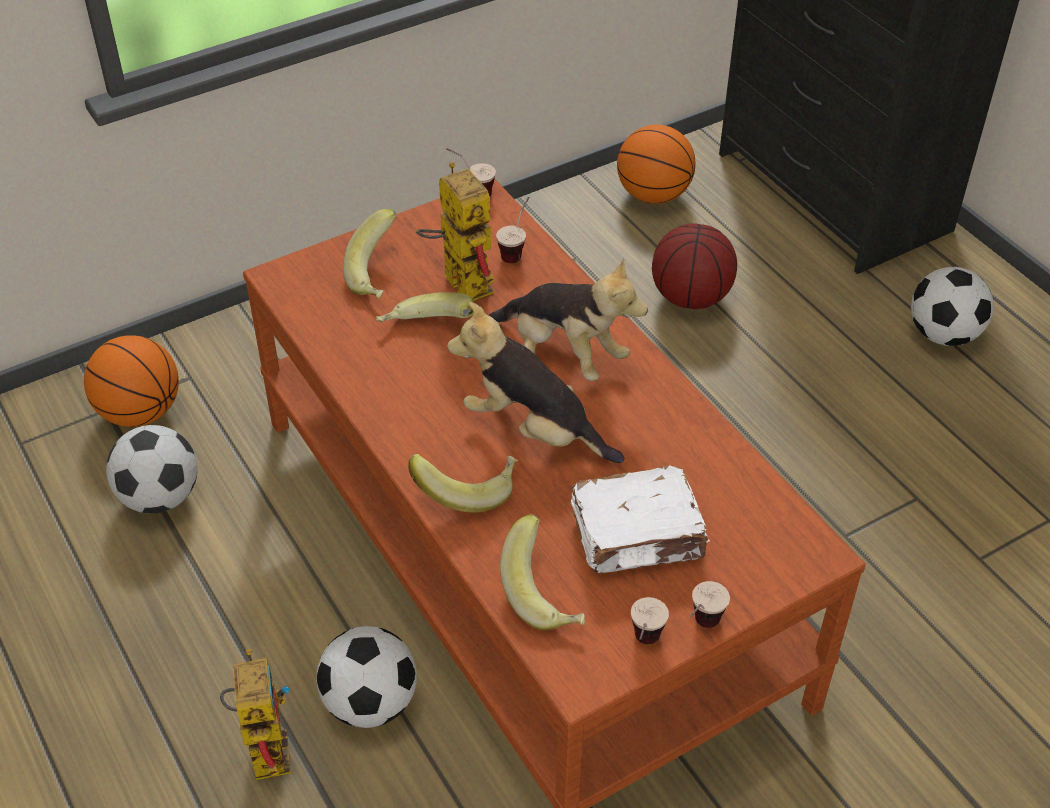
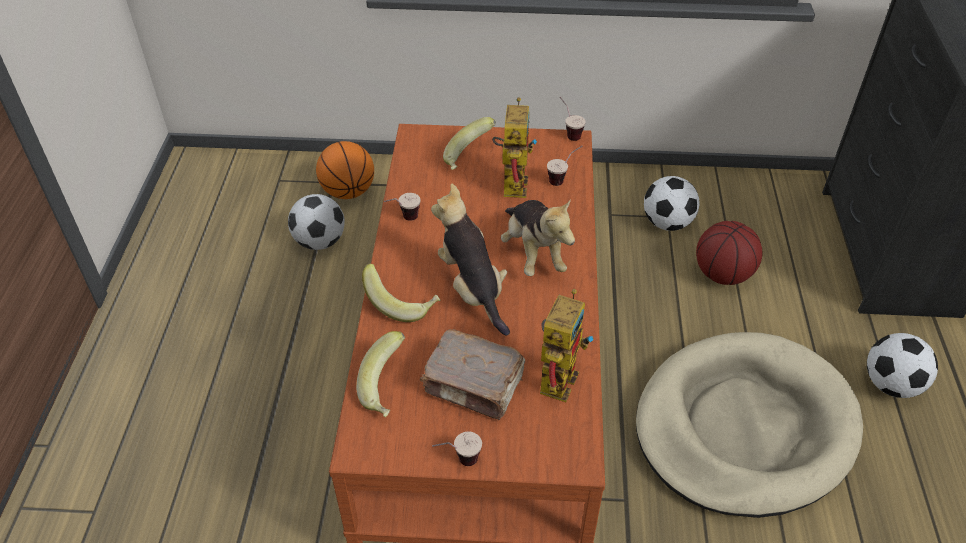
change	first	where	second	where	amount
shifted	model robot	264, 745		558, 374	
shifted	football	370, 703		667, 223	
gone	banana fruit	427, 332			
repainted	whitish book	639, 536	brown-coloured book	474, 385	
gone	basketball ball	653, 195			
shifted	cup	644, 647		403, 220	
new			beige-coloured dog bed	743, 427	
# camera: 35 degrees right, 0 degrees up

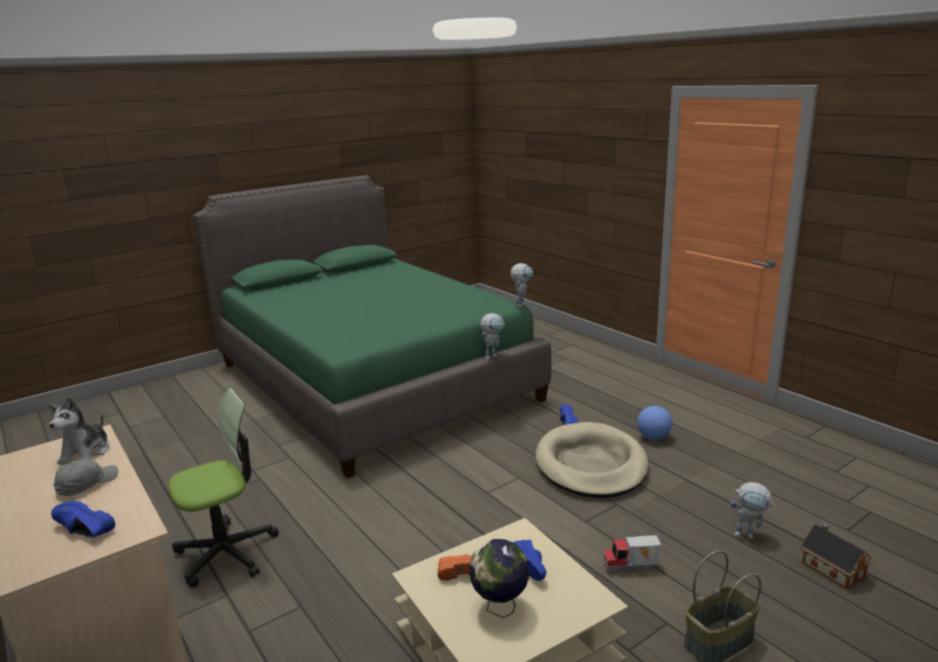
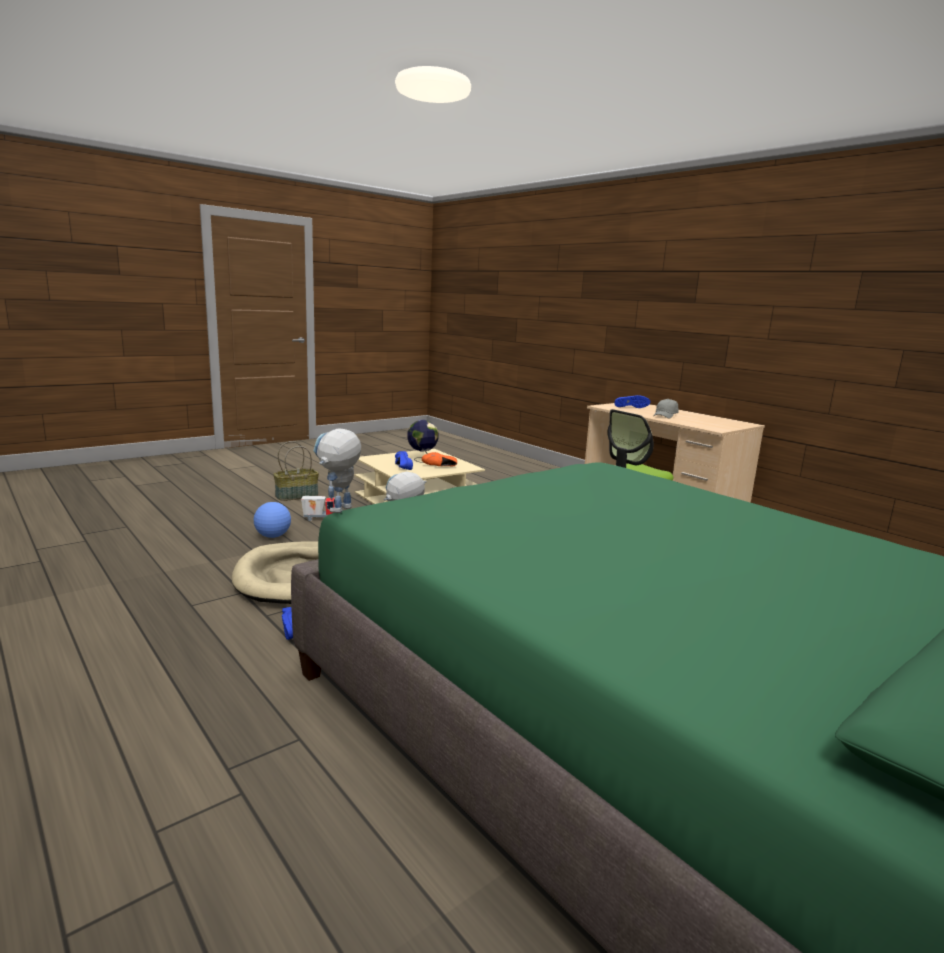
change	first	where	second	where	amount
gone	cuddly toy	86, 453			
shifted	football	653, 437		273, 536	
gone	model robot	749, 535			
gone	toy house	831, 568			
# camera: 175 degrees right, 5 degrees down

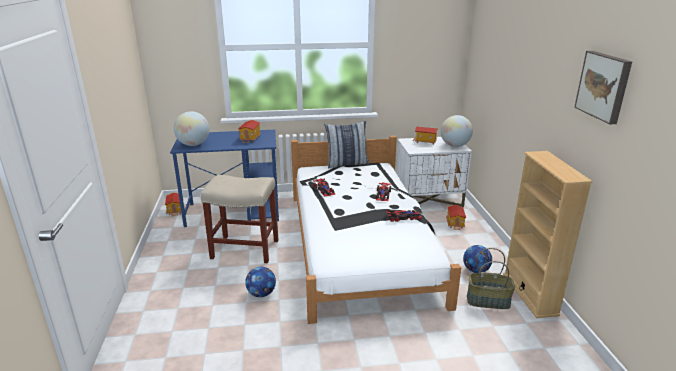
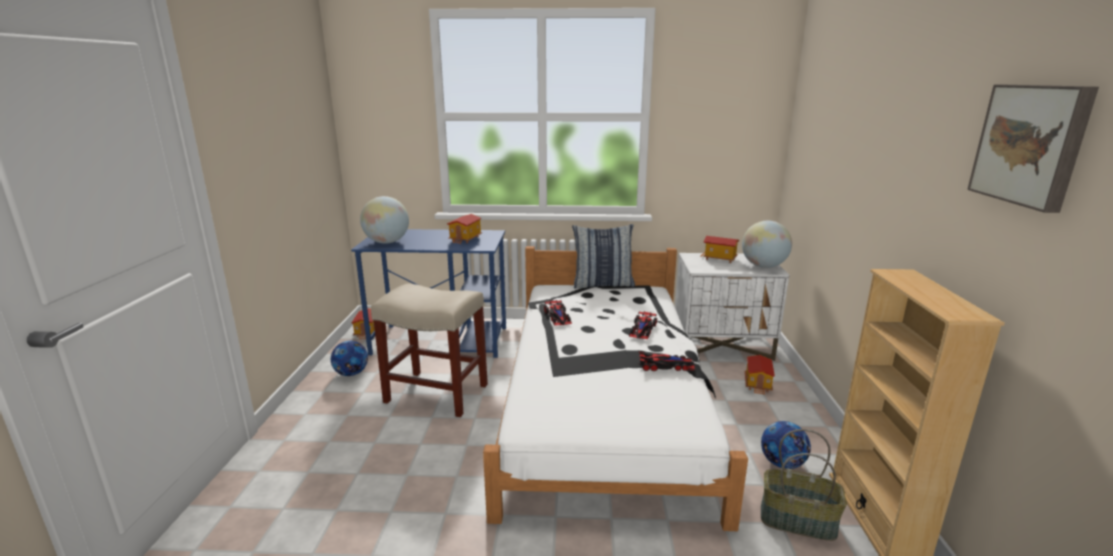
change	first	where	second	where	amount
shifted	football	261, 294		351, 373	
# camera: 10 degrees right, 5 degrees down

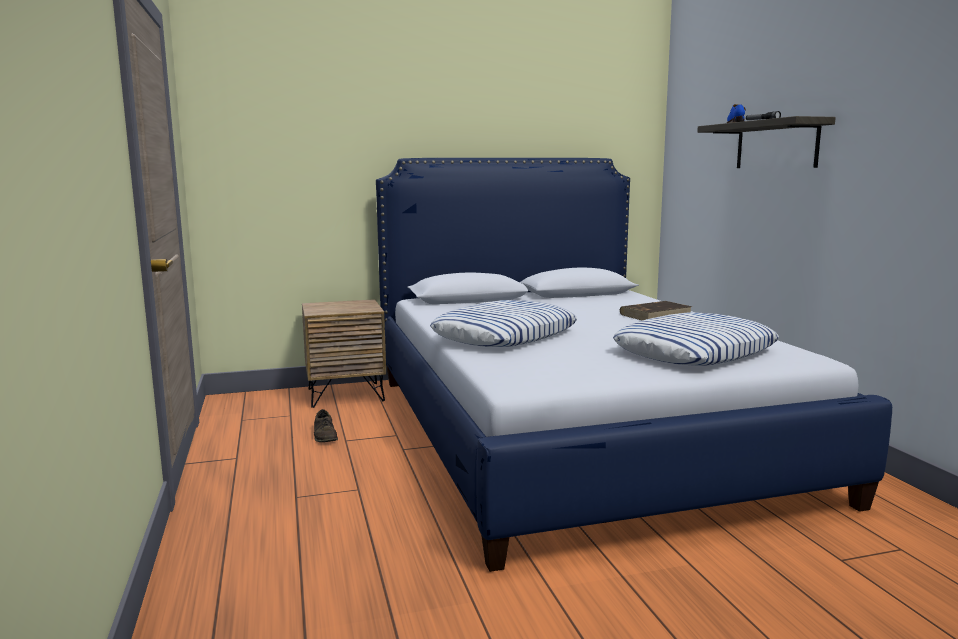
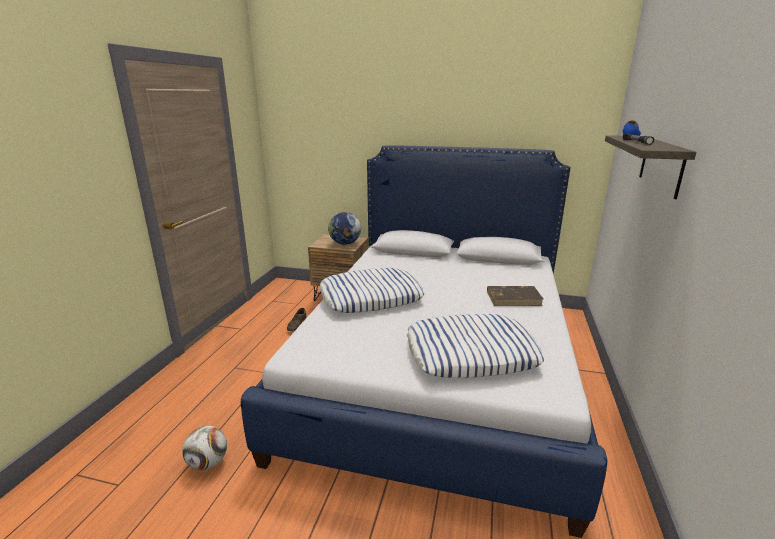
change	first	where	second	where	amount
new			football	208, 463	
new			globe	345, 243	
# camera: 30 degrees right, 10 degrees up

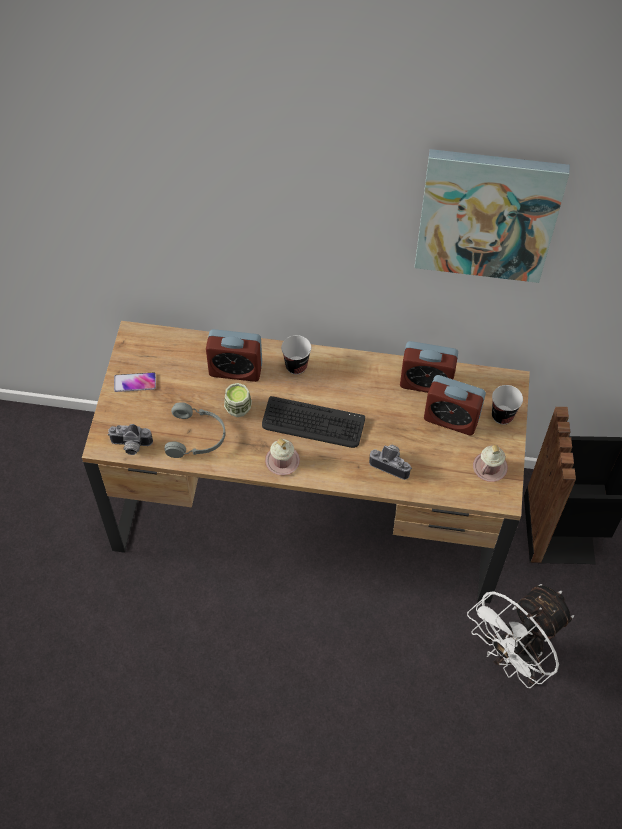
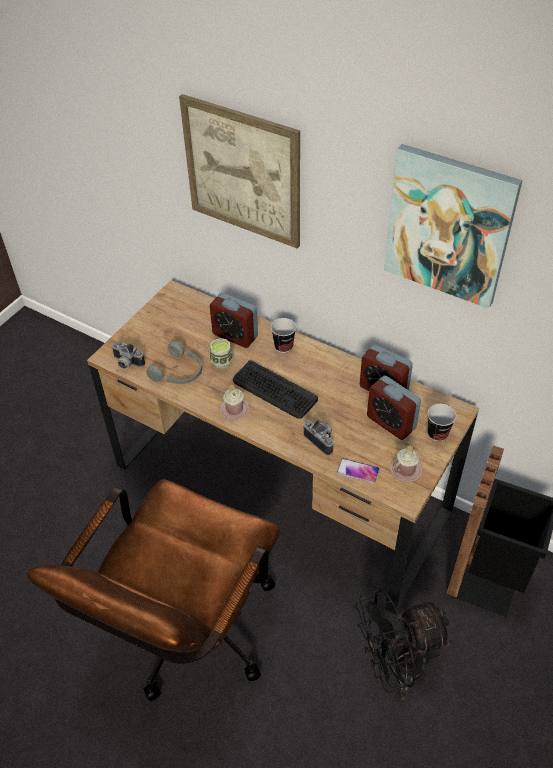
change	first	where	second	where	amount
shifted	phone	135, 382		358, 471	
repainted	whitish fan	513, 657	black-coloured fan	395, 667	
new			brown-coloured desk chair	185, 635	
new			wall picture	242, 172	
# camera: 25 degrees right, 10 degrees down

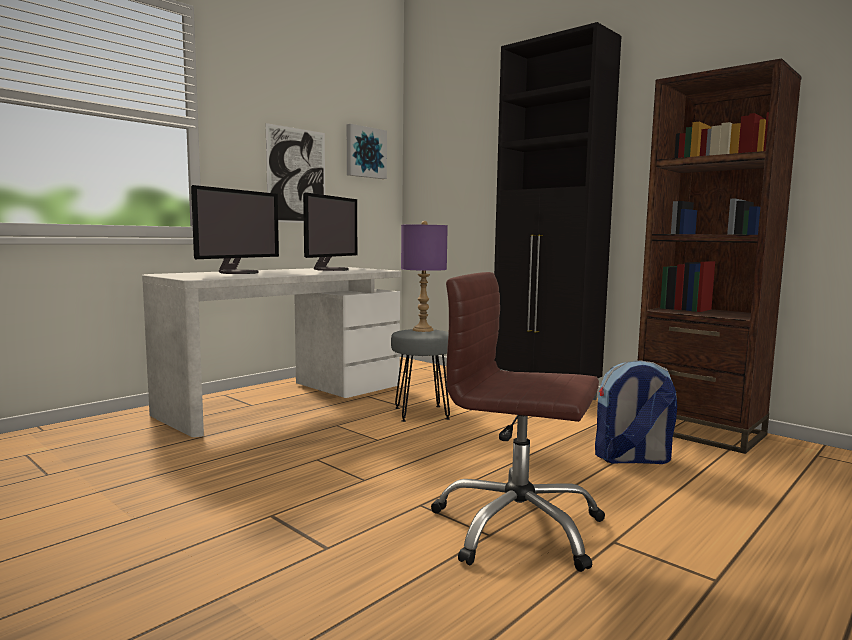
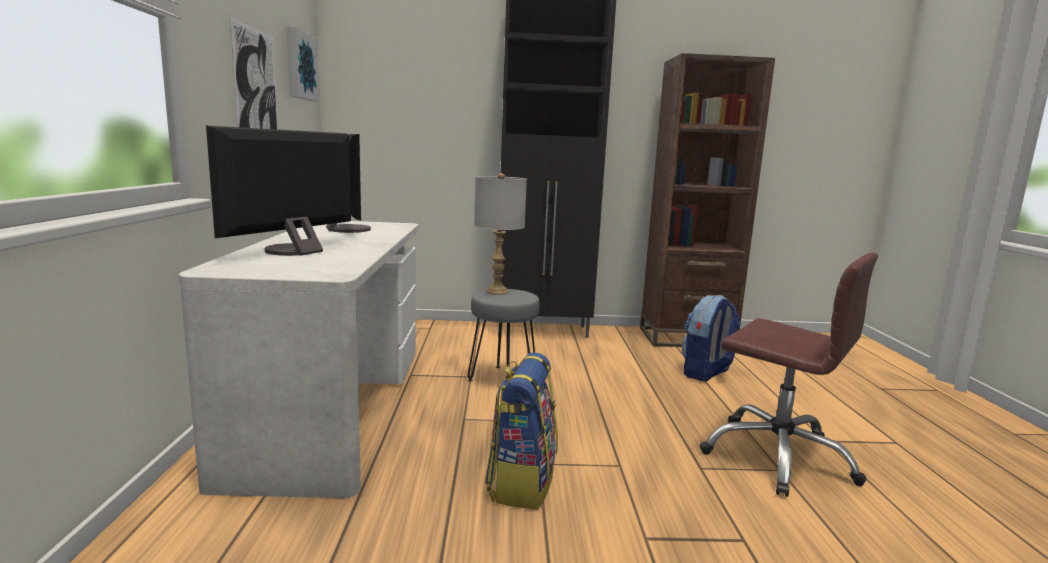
change	first	where	second	where	amount
rotated	computer display	239, 272		293, 251	135 degrees counterclockwise
repainted	purplish tabletop lamp	423, 330	gray tabletop lamp	497, 291	
rotated	brown-coloured desk chair	517, 528		778, 456	120 degrees counterclockwise
new			rucksack	521, 482	
# camera: 45 degrees left, 5 degrees up

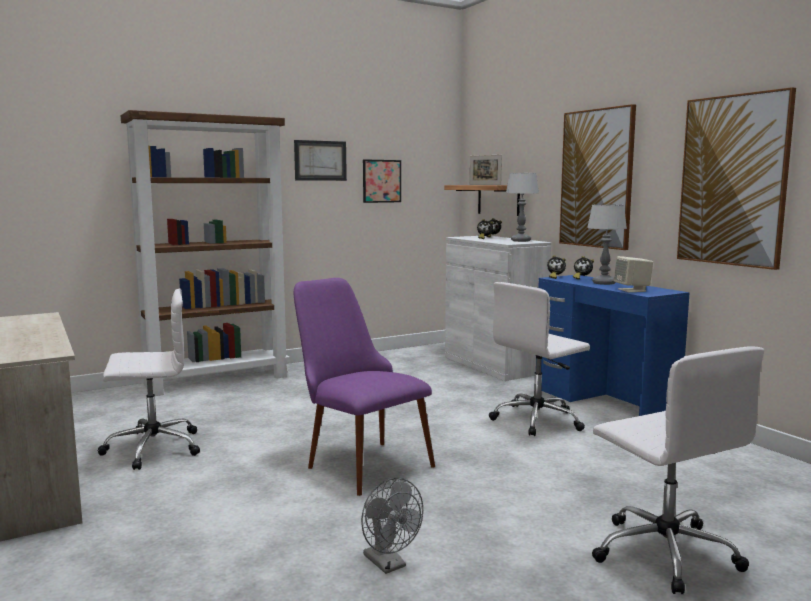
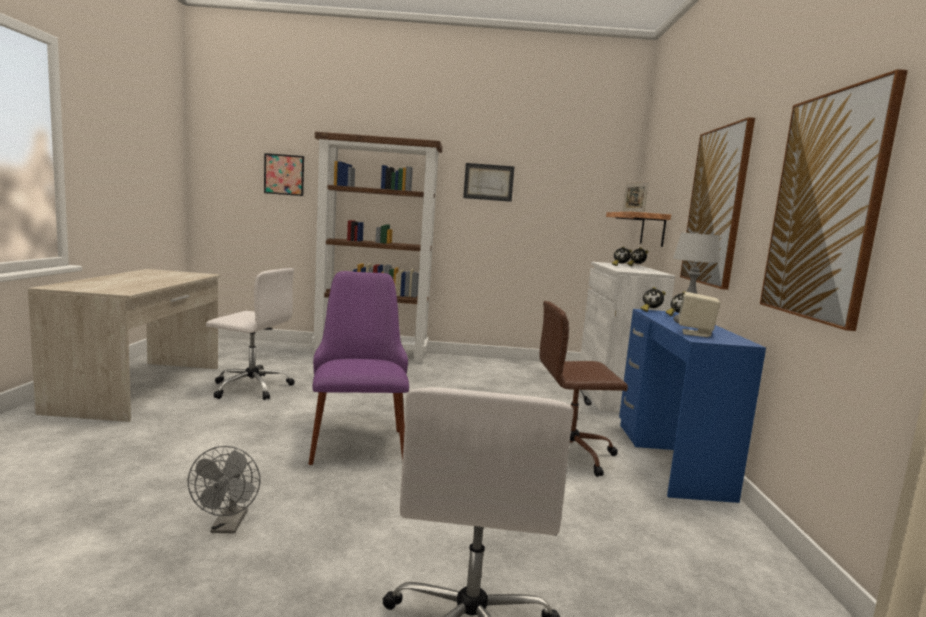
change	first	where	second	where	amount
shifted	wall picture	381, 181		284, 174	
repainted	whitish desk chair	538, 420	brown-coloured desk chair	571, 453	
gone	tabletop lamp	521, 241			
# camera: 30 degrees right, 0 degrees up

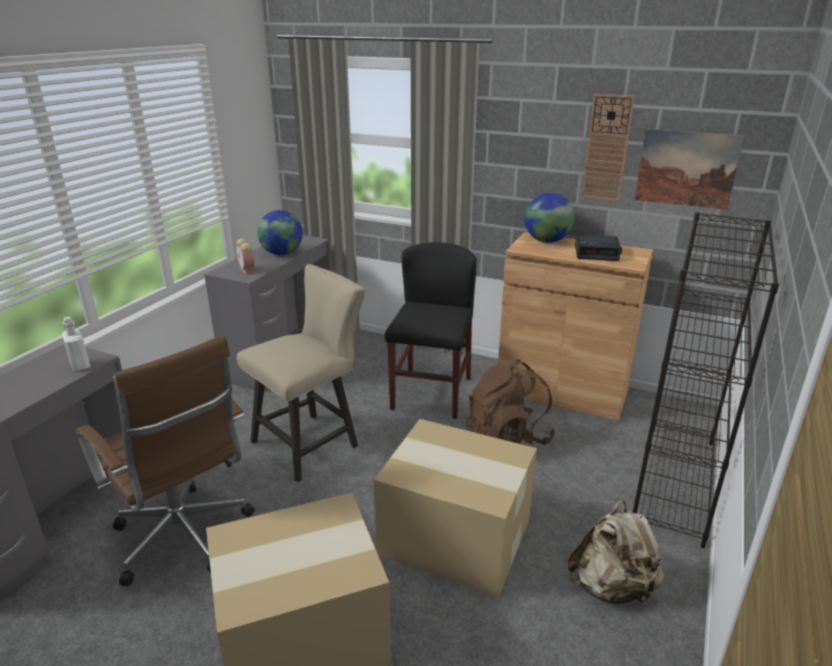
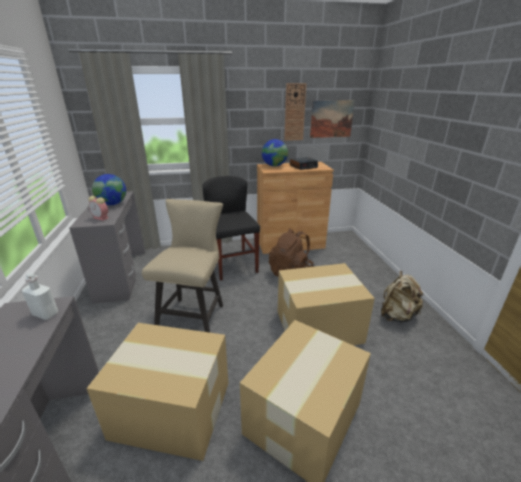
change	first	where	second	where	amount
swapped	brown-coloured desk chair	185, 540	carton	173, 410	
gone	black-coloured bookcase	675, 482			
# camera: 35 degrees left, 0 degrees up

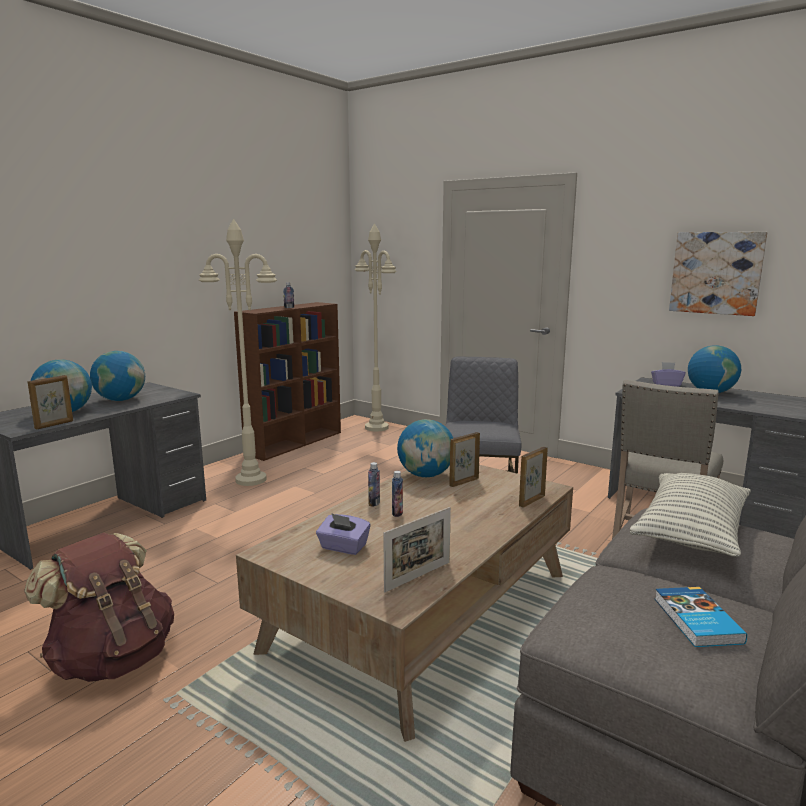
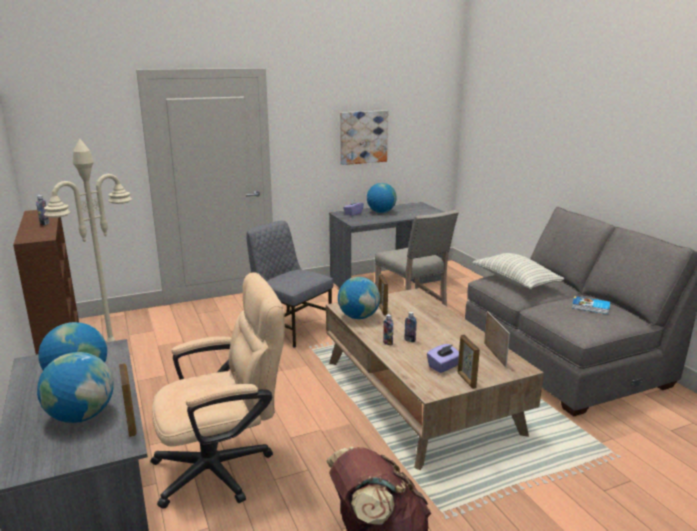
change	first	where	second	where	amount
gone	beige-coloured floor lamp	376, 427			
shifted	picture frame	531, 501		466, 380	
new			beige-coloured desk chair	224, 467	
# camera: 60 degrees left, 5 degrees up

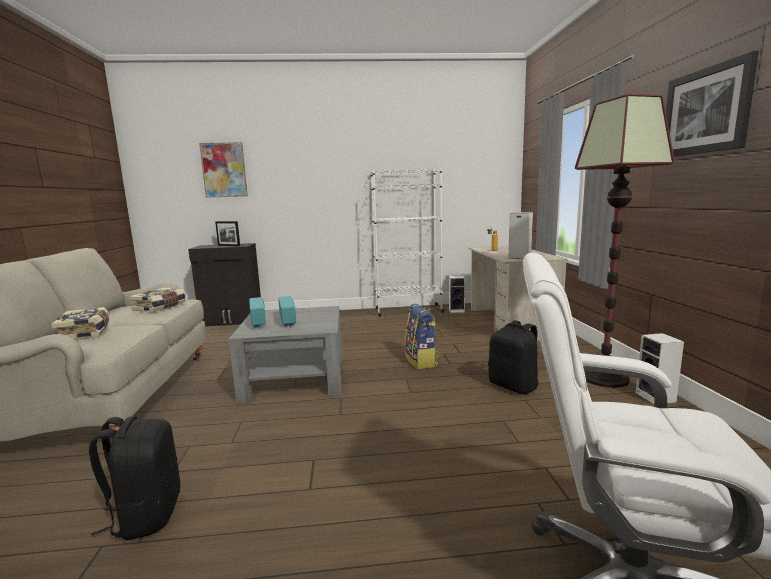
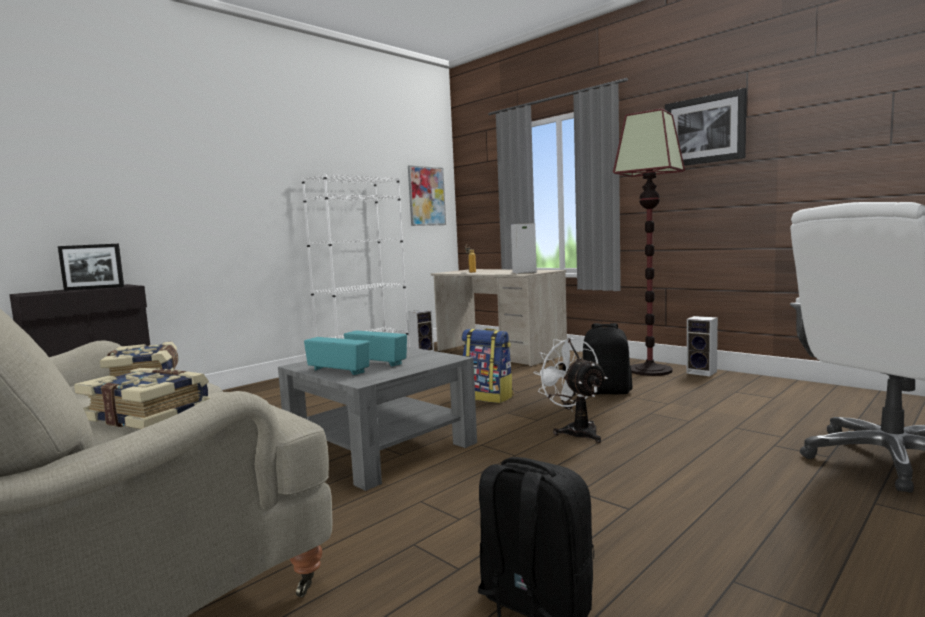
change	first	where	second	where	amount
shifted	wall picture	224, 170		426, 196	
new			whitish fan	575, 431	
# camera: 40 degrees left, 5 degrees down

